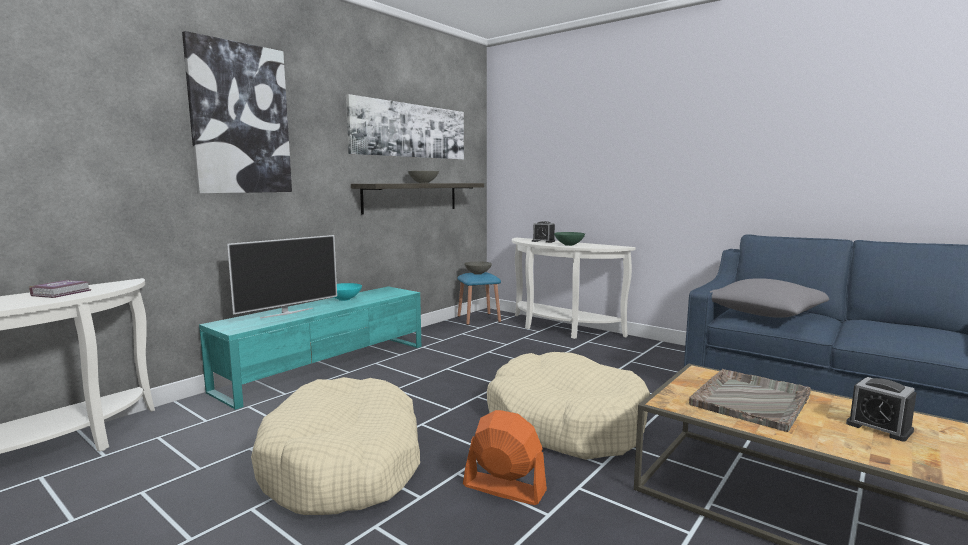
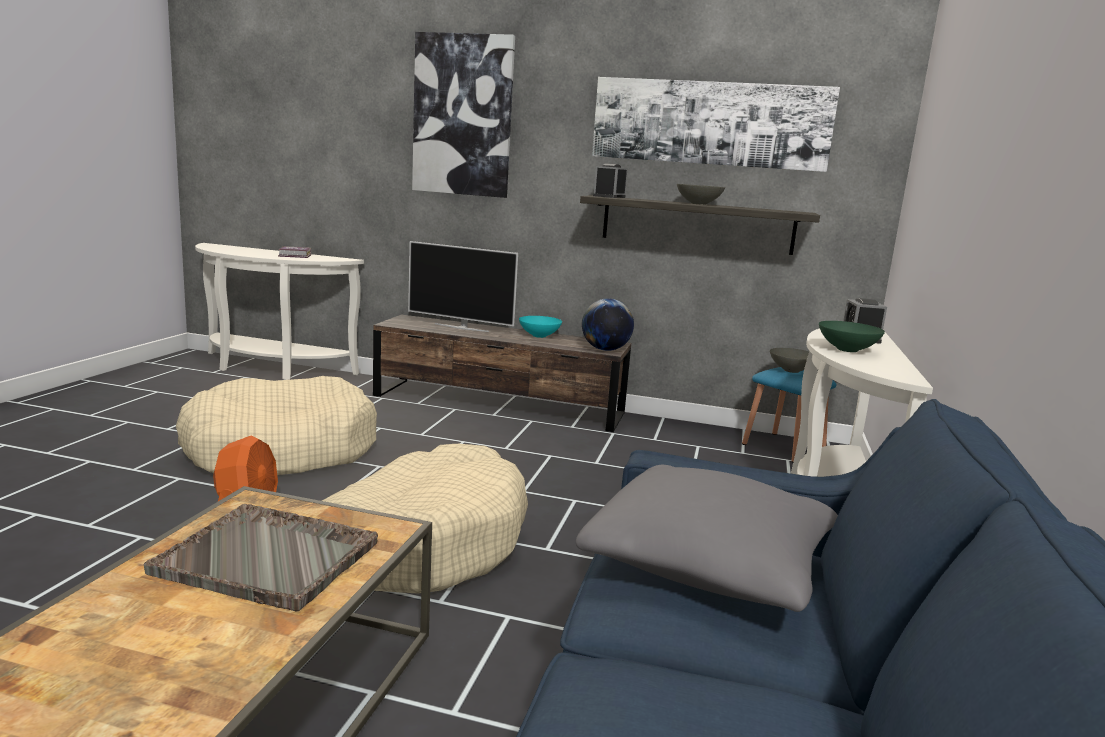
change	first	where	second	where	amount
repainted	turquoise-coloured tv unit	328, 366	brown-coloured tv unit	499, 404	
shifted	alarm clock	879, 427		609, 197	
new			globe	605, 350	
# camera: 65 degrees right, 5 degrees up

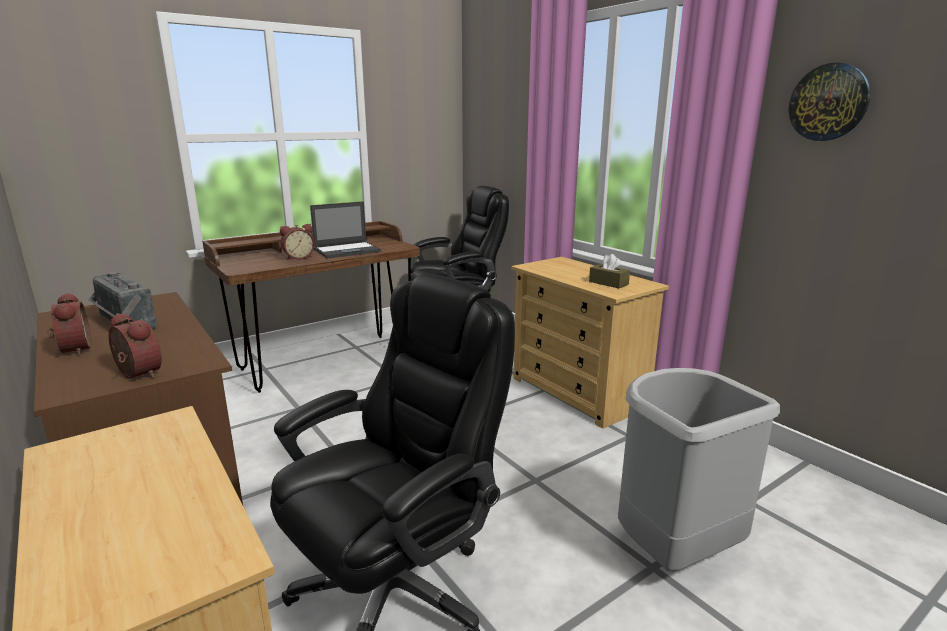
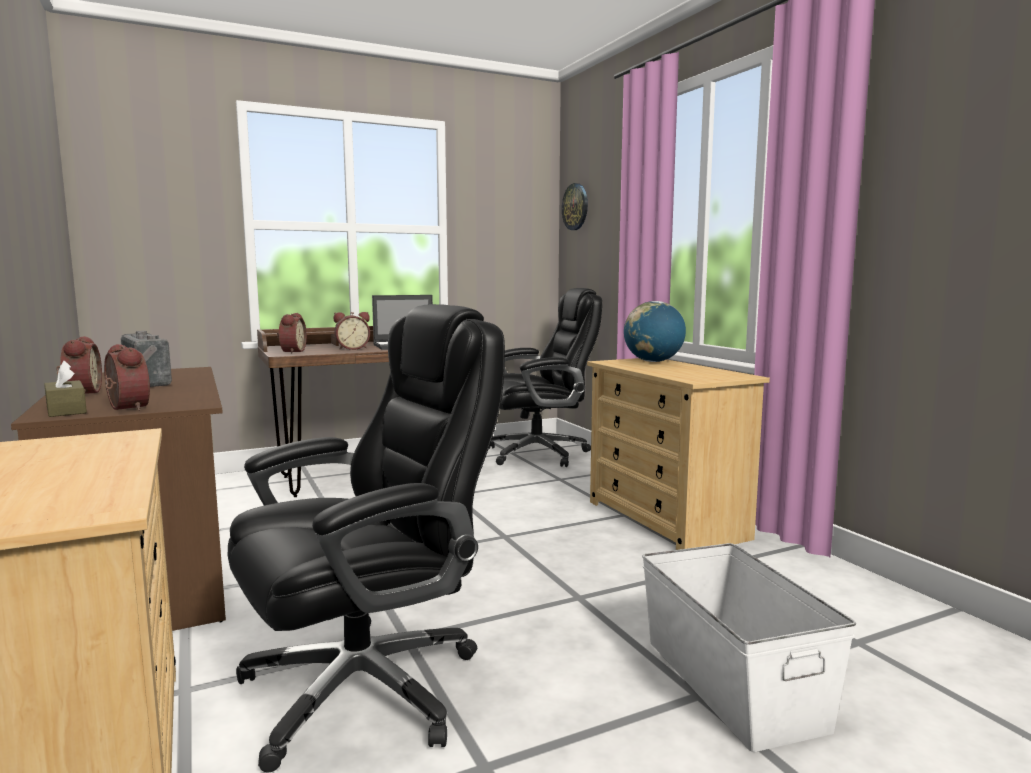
change	first	where	second	where	amount
shifted	brown-coloured box of tissues	608, 283		66, 410	
swapped	gray trash can	673, 552	whitish storage container	731, 683	
shifted	clock on the wall	828, 102		575, 207	
new			alarm clock	291, 352	
new			globe	653, 361	
# camera: 10 degrees right, 10 degrees down

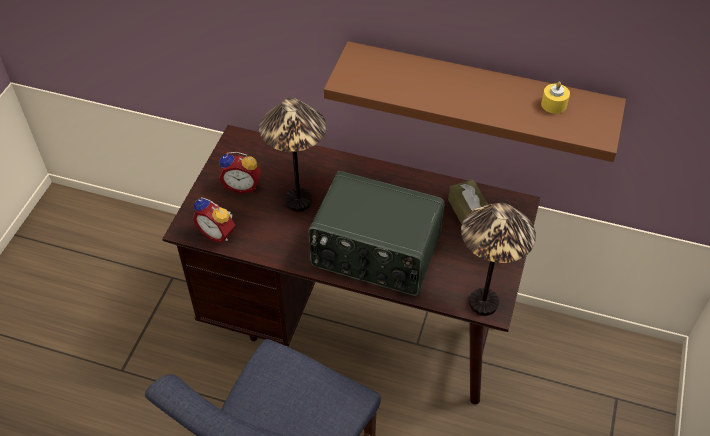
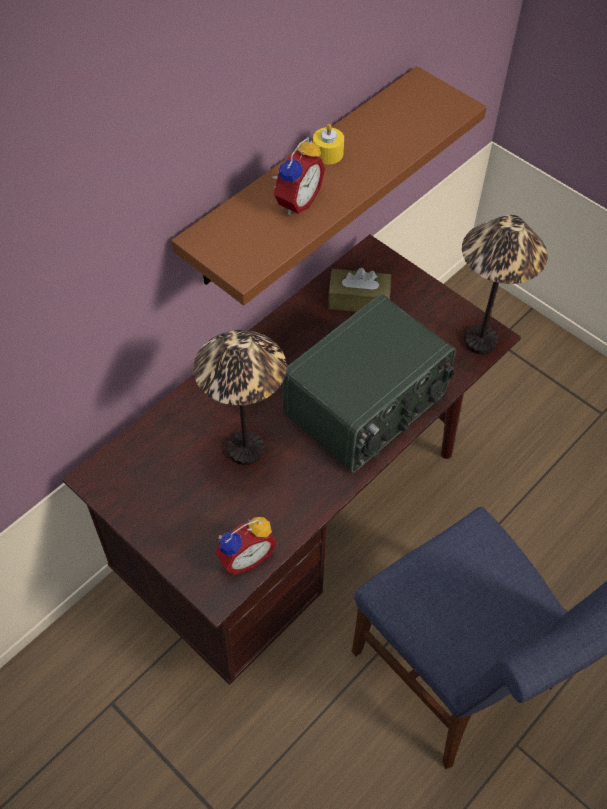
change	first	where	second	where	amount
shifted	alarm clock	242, 185		295, 201	
shifted	yellow-coloured wax candle	553, 104		328, 153	
# camera: 65 degrees left, 5 degrees up

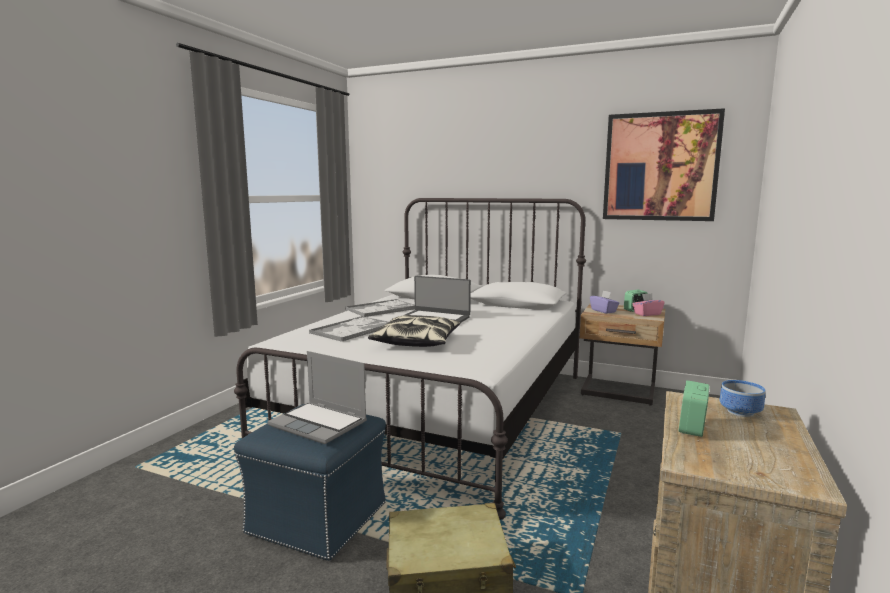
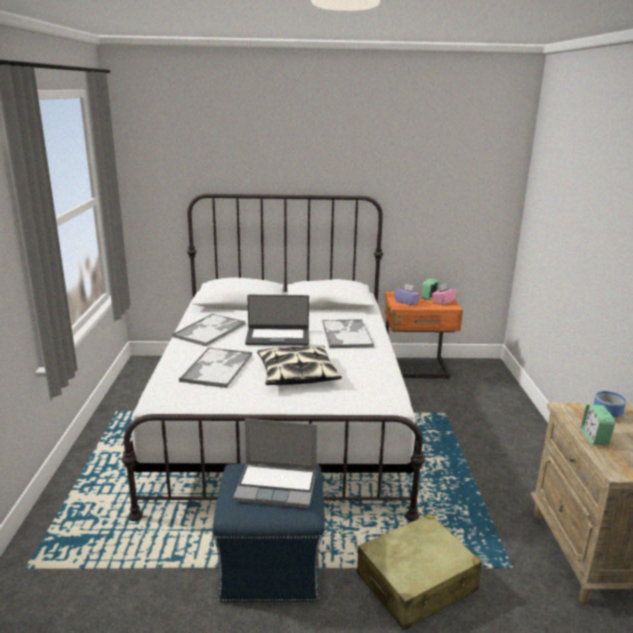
change	first	where	second	where	amount
repainted	beige-coloured night table	618, 392	orangey night table	416, 369	
gone	wall picture	660, 167			
new			carrying tray	346, 334	
# camera: 25 degrees left, 10 degrees up

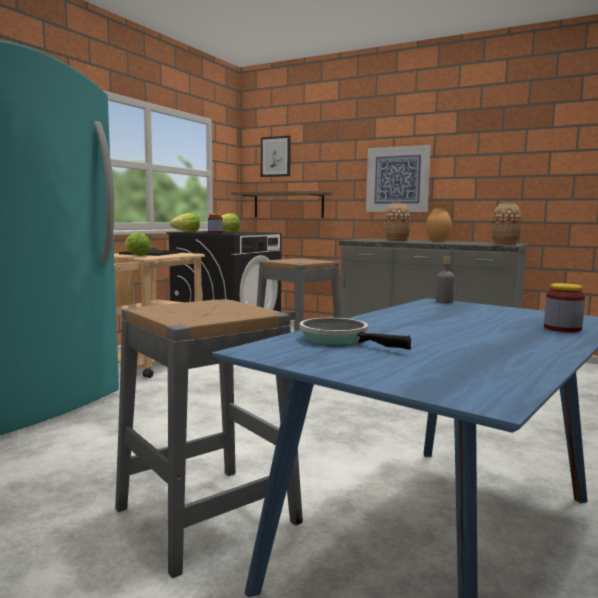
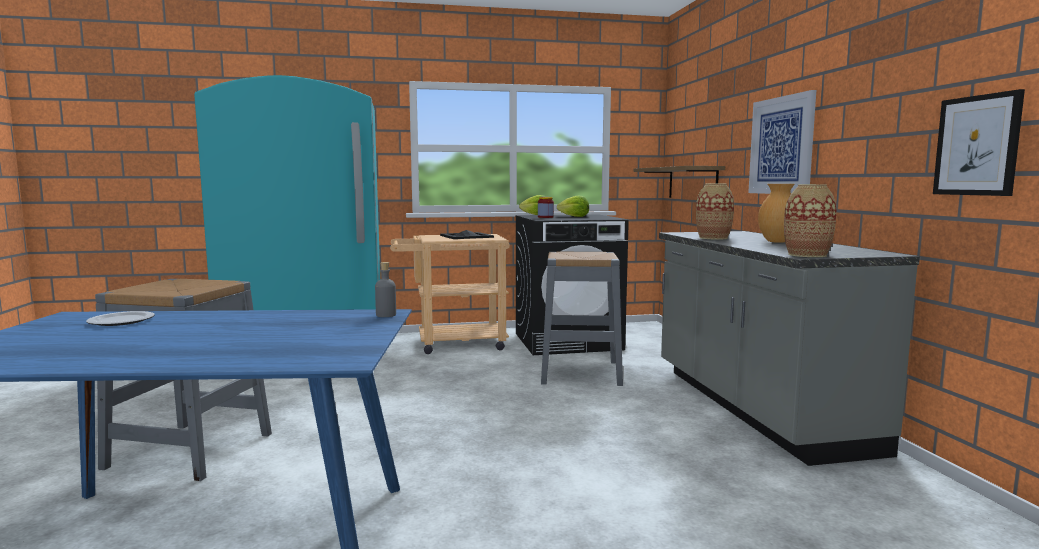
change	first	where	second	where	amount
gone	lettuce head	136, 255			
shifted	wall picture	275, 156		977, 145	
swapped	pan	339, 340	flat dish	122, 321	
gone	storage jar	562, 328			
# camera: 50 degrees right, 0 degrees up

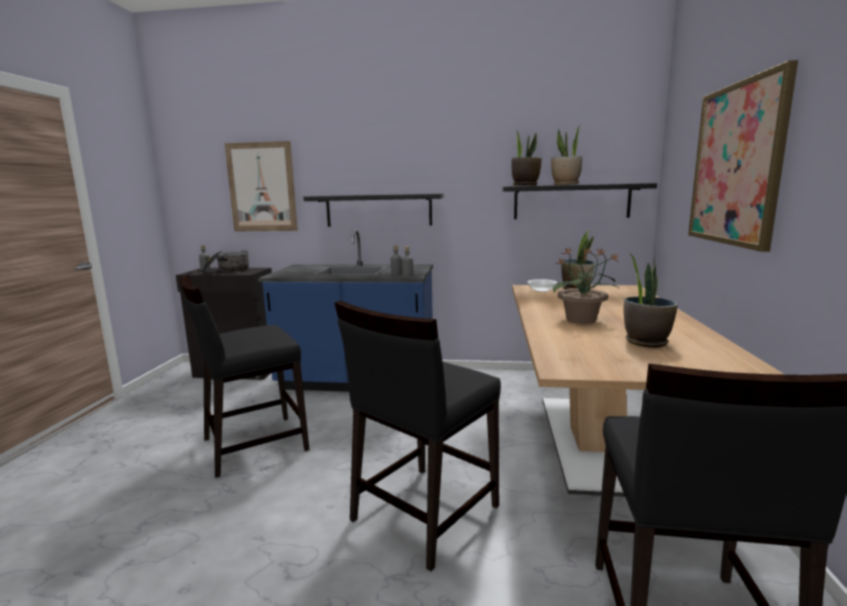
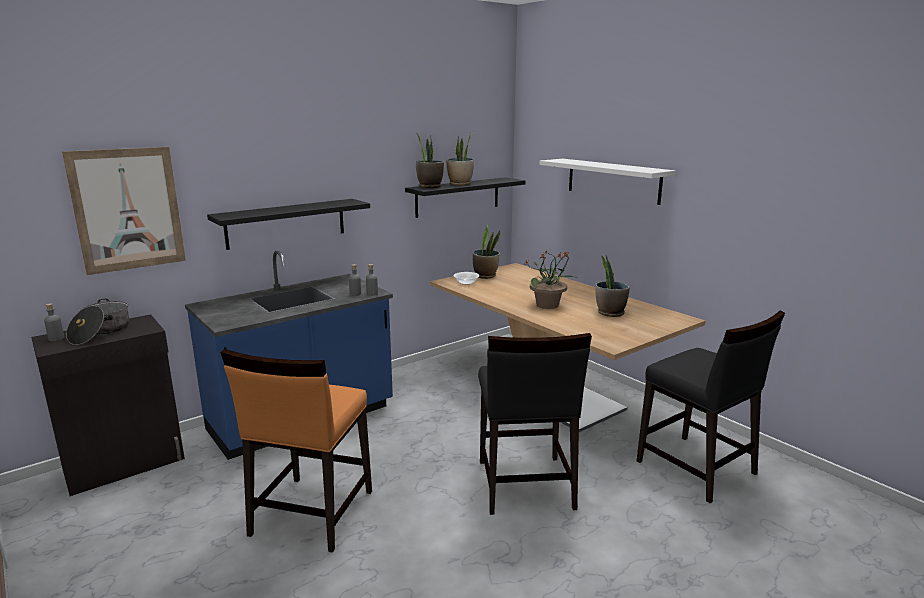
change	first	where	second	where	amount
repainted	black-coloured upright chair	253, 444	orangey upright chair	311, 513	
swapped	wall picture	736, 164	whitish bracket shelf	613, 180	
# camera: 45 degrees left, 5 degrees up

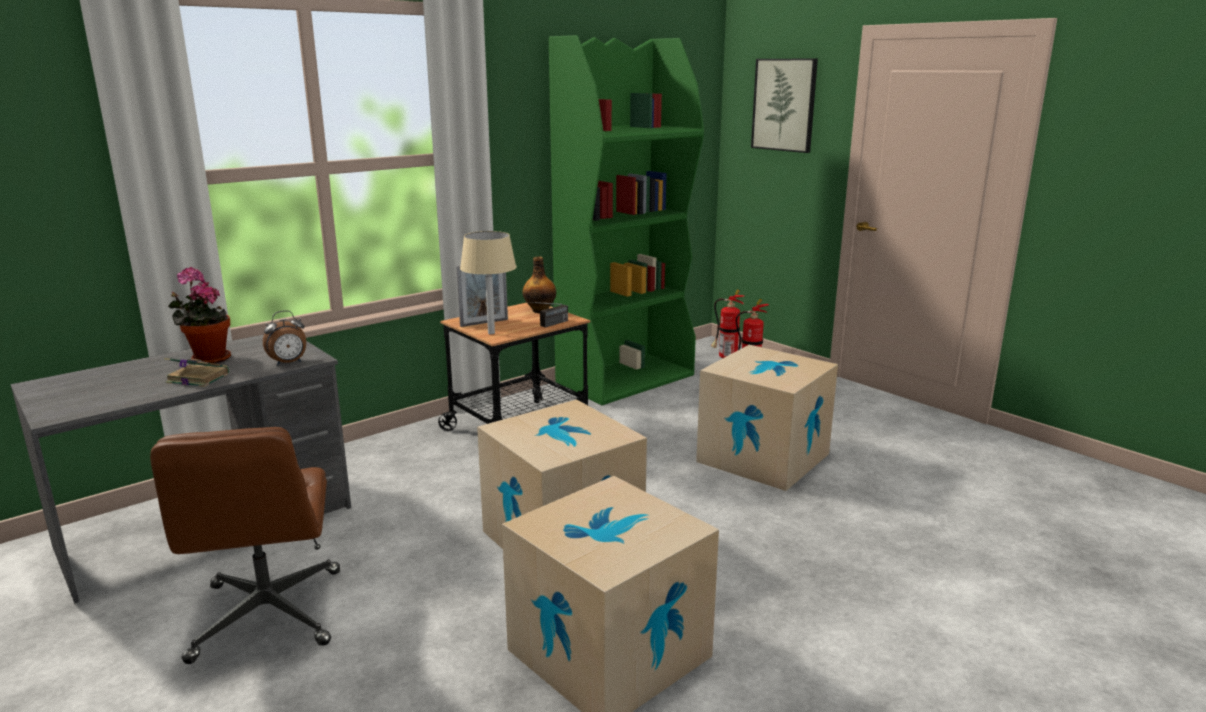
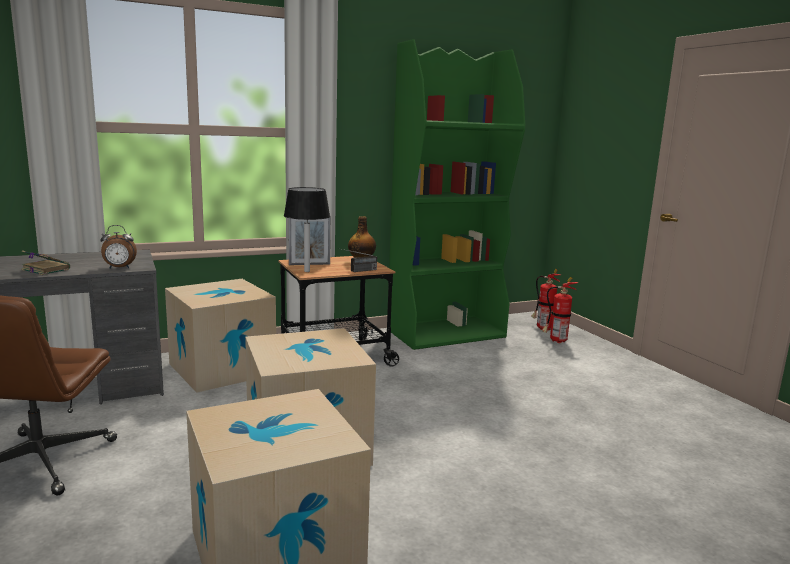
change	first	where	second	where	amount
gone	plant in a pot	208, 359			
repainted	beige-coloured tabletop lamp	491, 333	black-coloured tabletop lamp	306, 271	
shifted	carton	763, 458		222, 369	
gone	wall picture	784, 105			
# camera: 15 degrees right, 5 degrees down

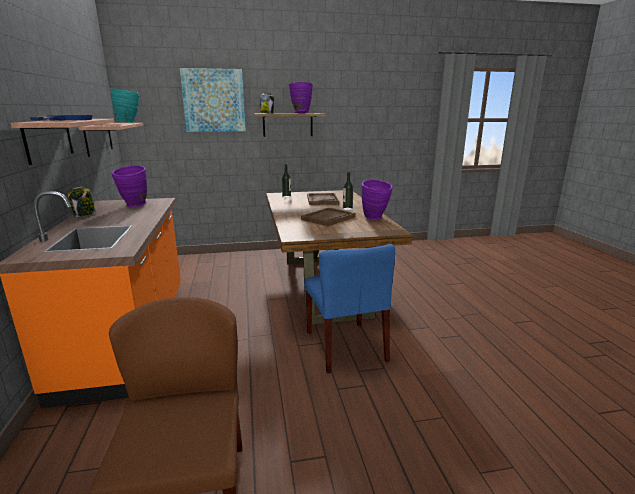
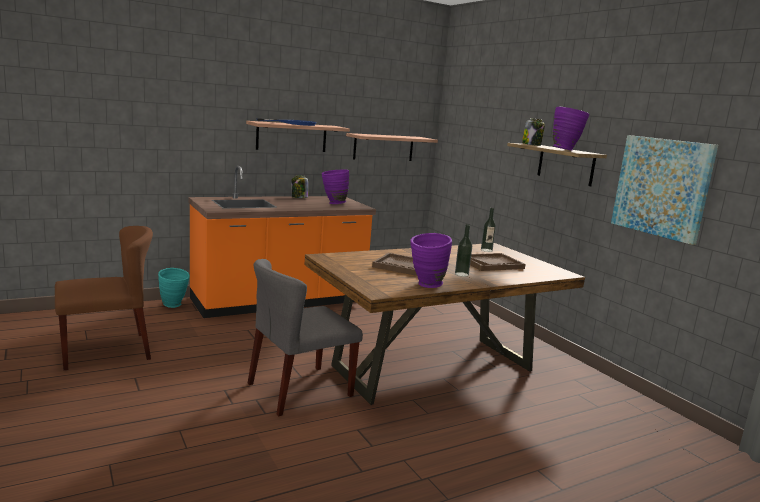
change	first	where	second	where	amount
shifted	turquoise-coloured decorative vase	130, 123		174, 306	
shifted	wall picture	214, 100		662, 187	
repainted	blue-coloured upright chair	346, 346	gray upright chair	299, 390	
# camera: 70 degrees right, 5 degrees down

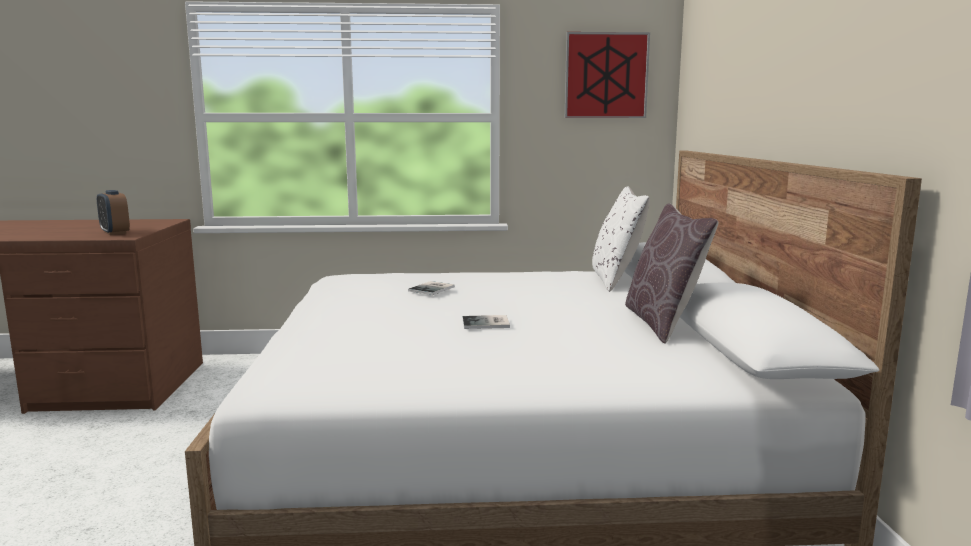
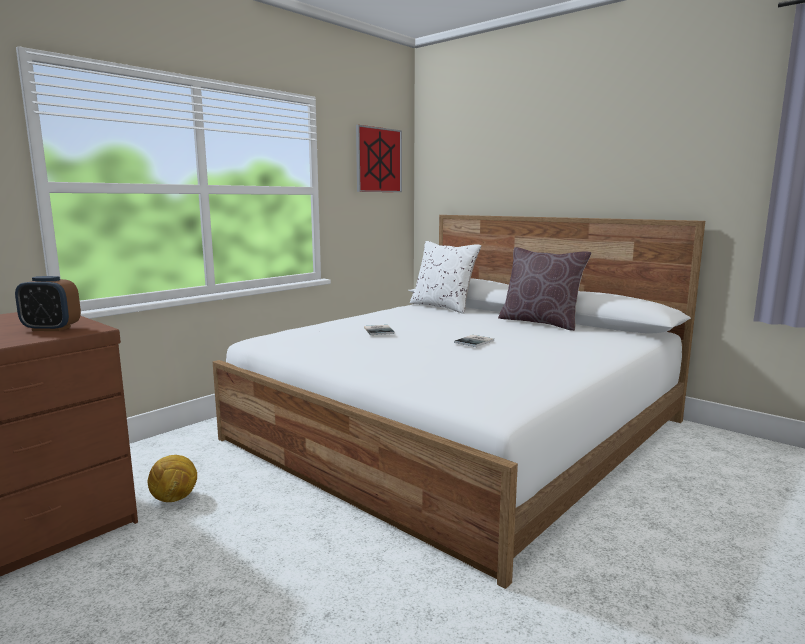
change	first	where	second	where	amount
new			football	175, 499	
# camera: 45 degrees left, 0 degrees up

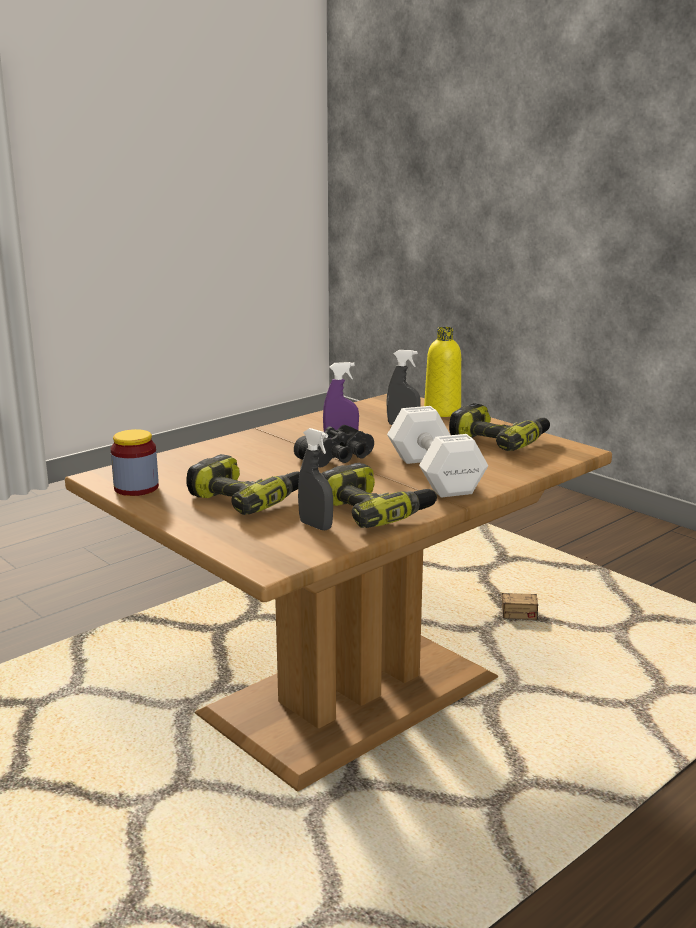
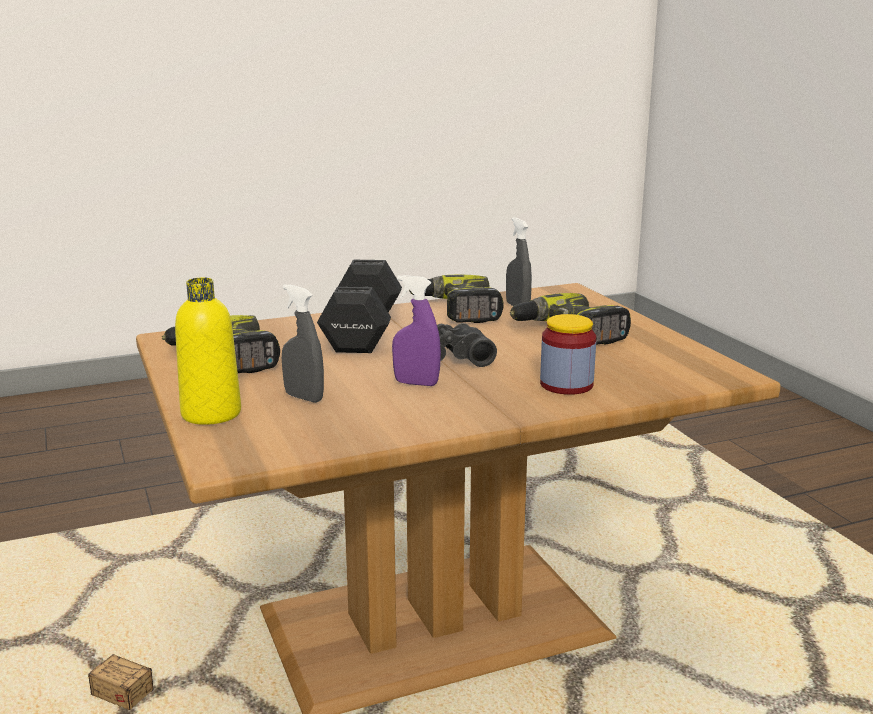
change	first	where	second	where	amount
shifted	storage jar	136, 488		566, 385	
repainted	whitish hand weight	434, 474	black-coloured hand weight	360, 332	
# camera: 160 degrees left, 0 degrees up

